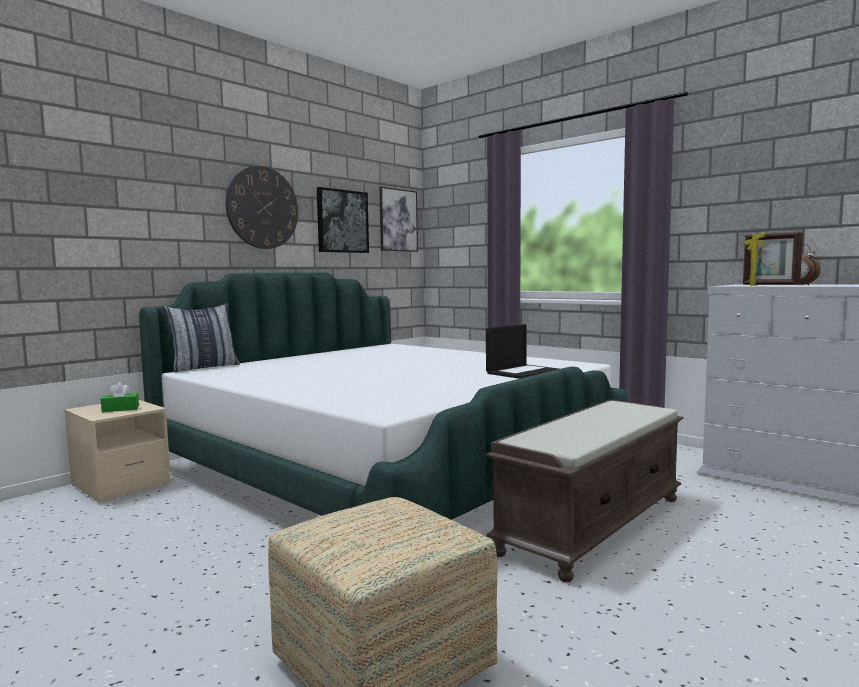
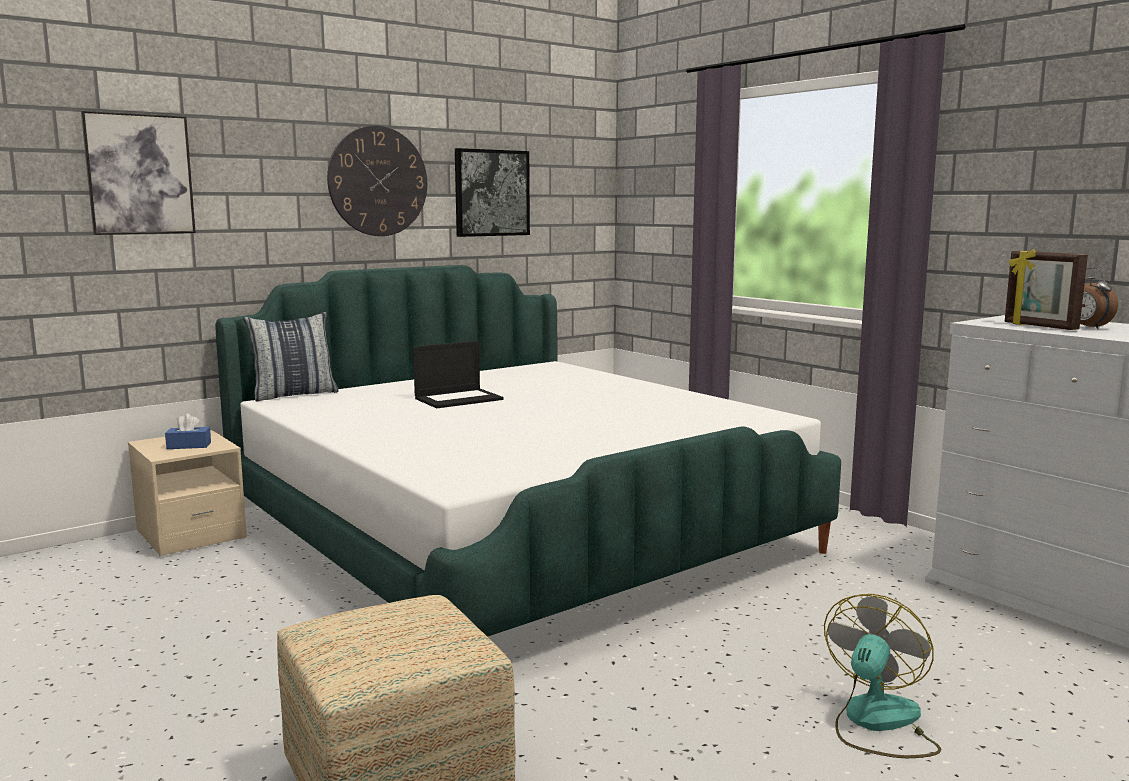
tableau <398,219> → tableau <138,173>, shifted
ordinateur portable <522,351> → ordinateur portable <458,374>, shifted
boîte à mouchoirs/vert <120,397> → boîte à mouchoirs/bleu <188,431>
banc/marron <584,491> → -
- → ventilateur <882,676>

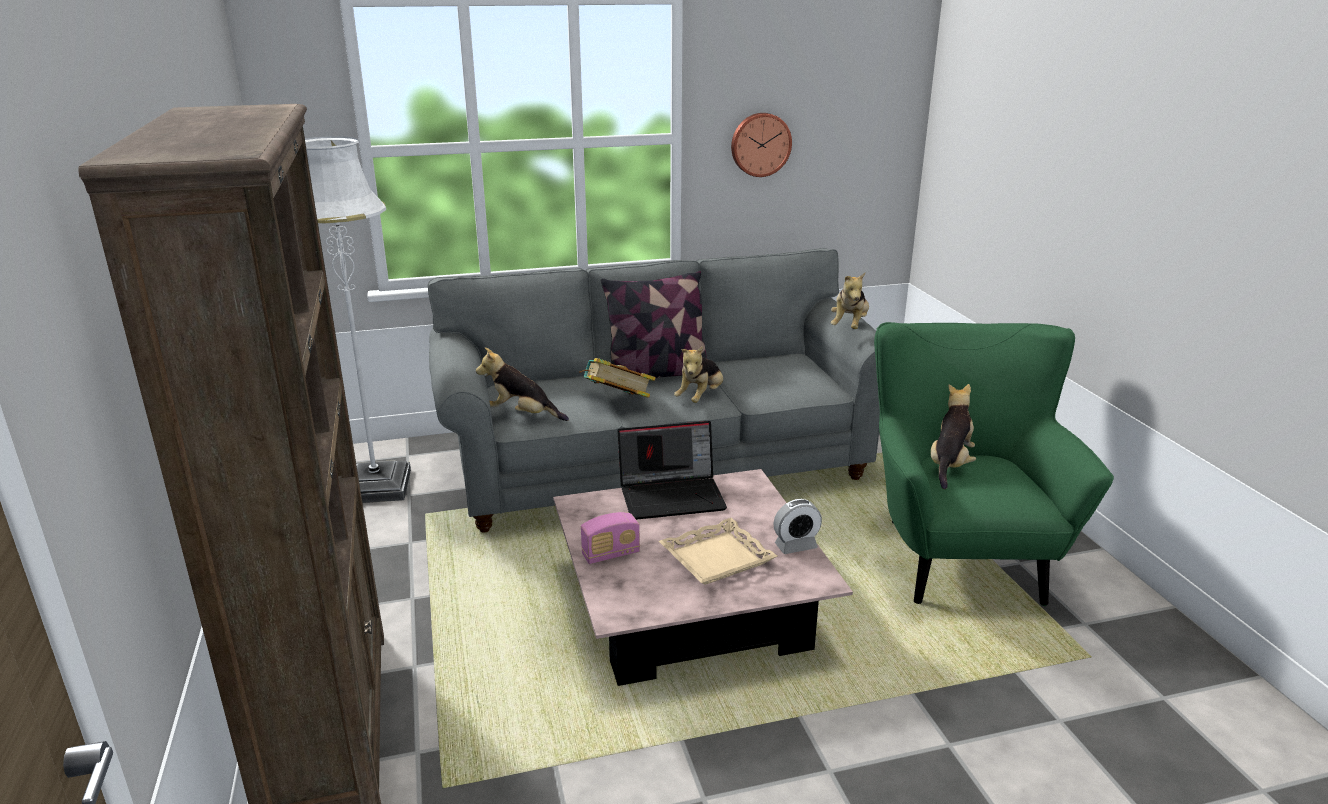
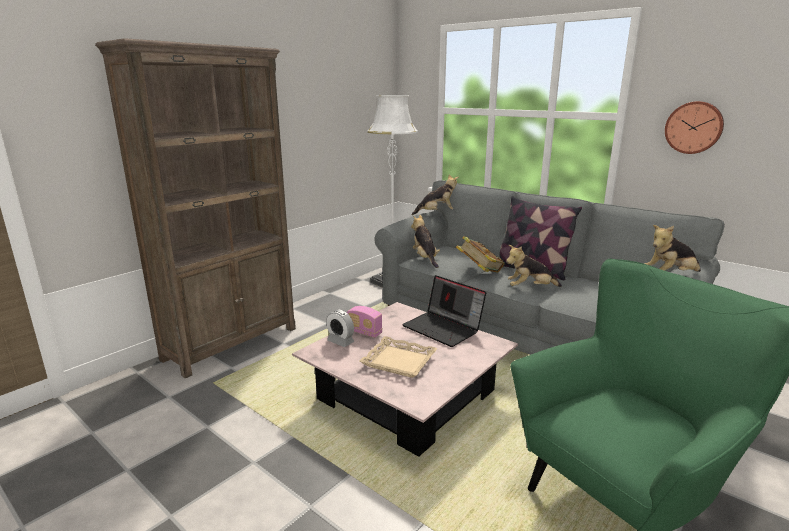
peluche <953,436> → peluche <435,194>, shifted
réveil <797,526> → réveil <340,328>, shifted

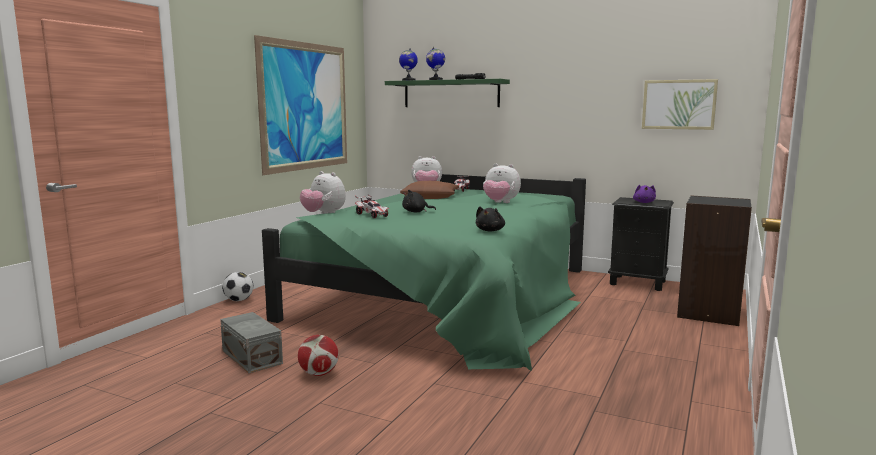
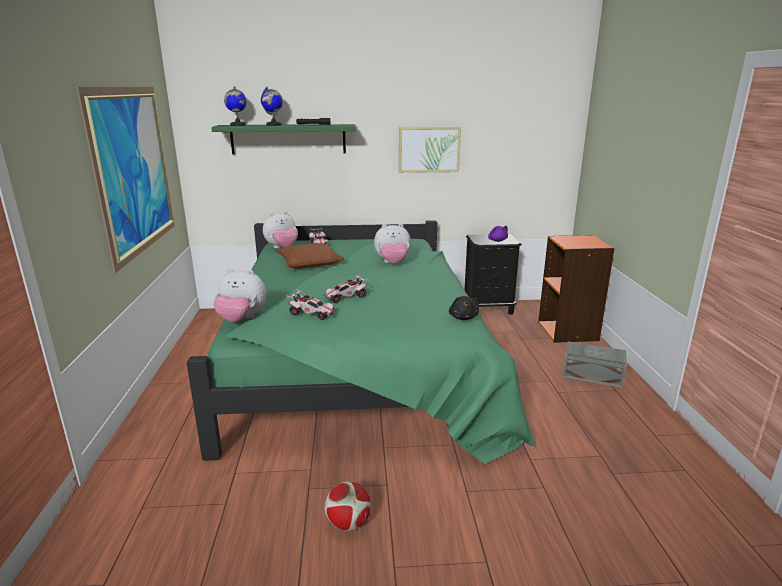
tableau <680,104> → tableau <430,150>, shifted
peluche/noir <419,201> → petite voiture <345,288>
bibliothèque/noir <714,261> → bibliothèque/orange <576,289>
ballon de foot <237,286> → -
boîte de rangement/gris <251,342> → boîte de rangement/gris <595,364>, shifted

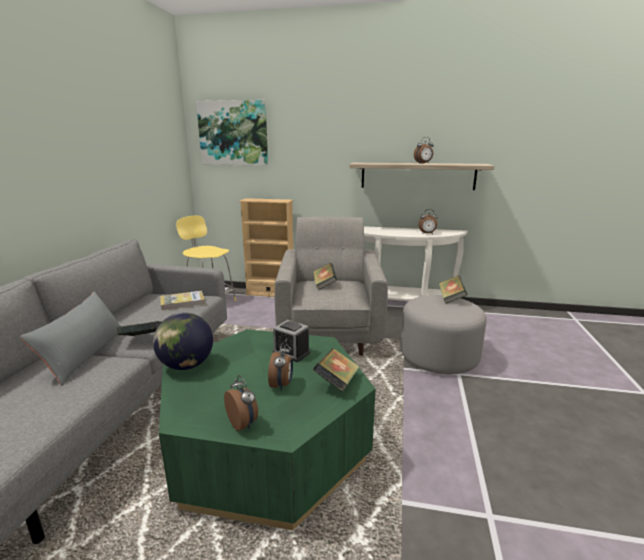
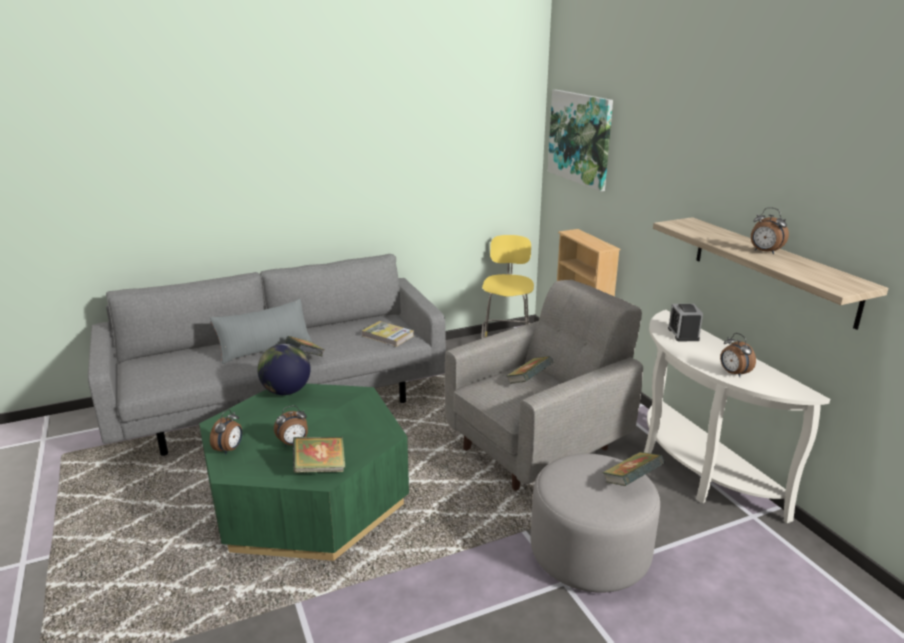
réveil <291,341> → réveil <685,322>, shifted

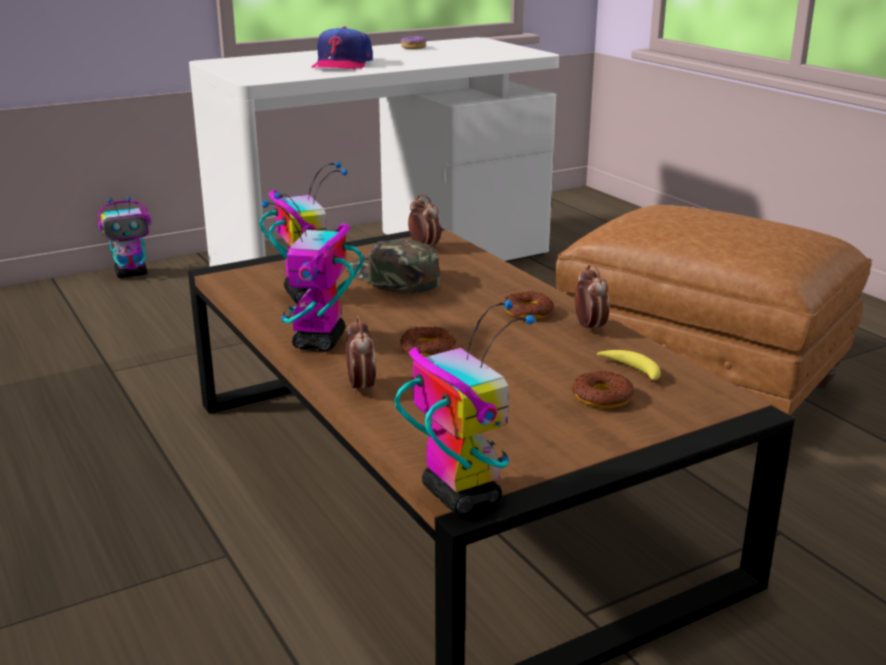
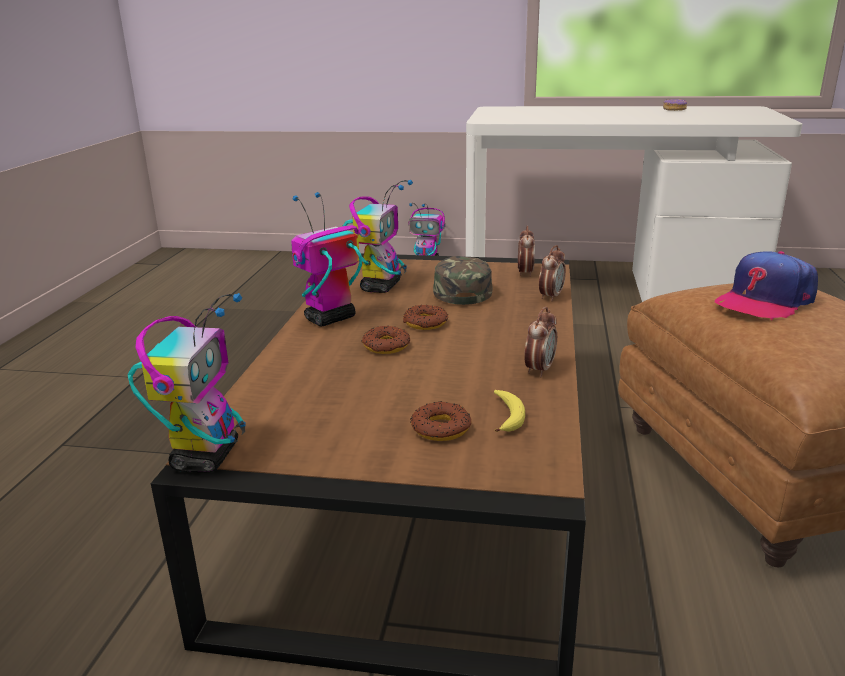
casquette <342,48> → casquette <766,285>, shifted
beignet <528,305> → beignet <425,317>, shifted
réveil <361,355> → réveil <552,273>, shifted

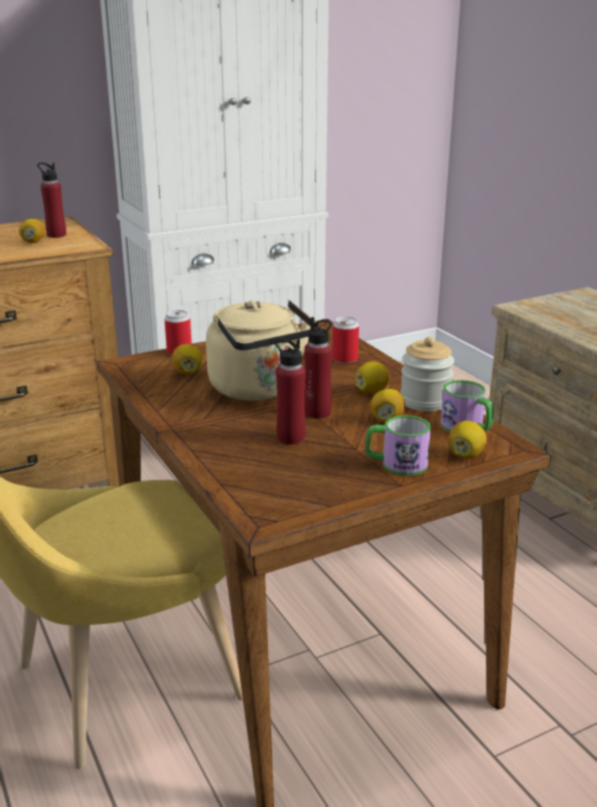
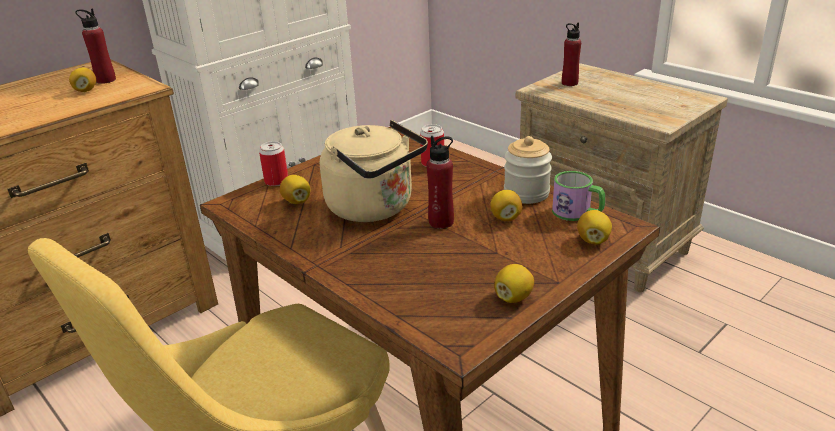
bouteille/rouge <290,391> → bouteille/rouge <571,54>, shifted
citron <372,377> → citron <514,283>, shifted
mug <398,445> → -

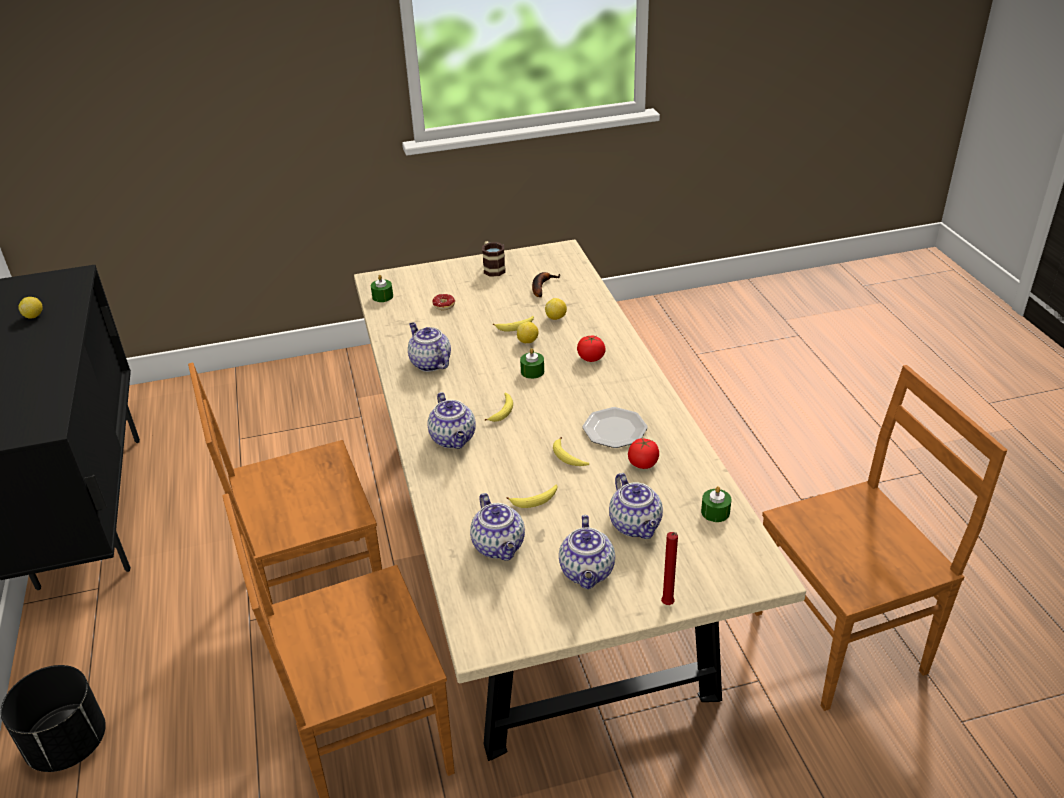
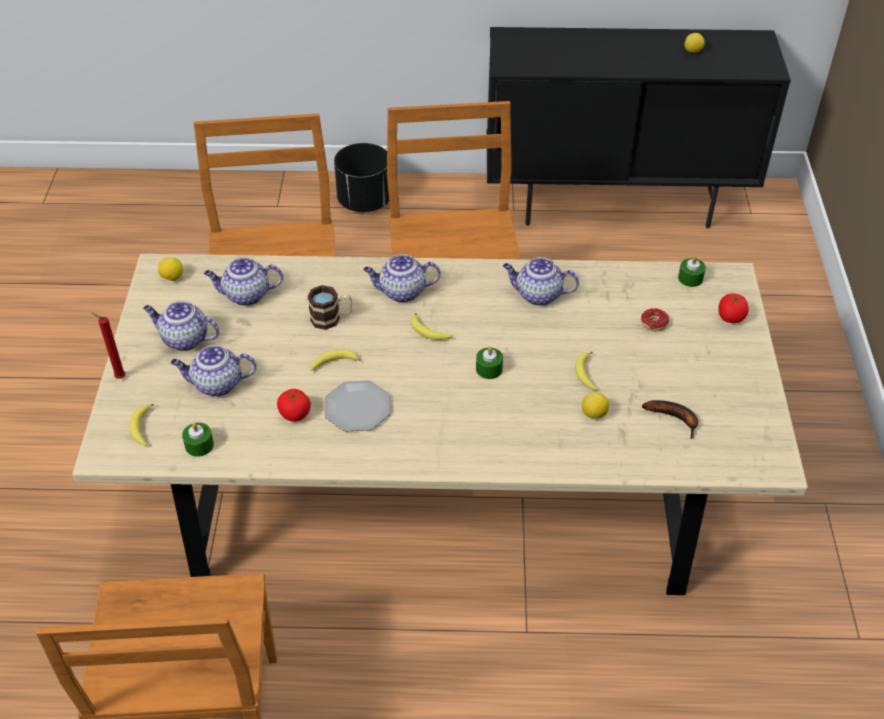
mug <494,259> → mug <329,307>, shifted
citron <528,332> → citron <170,269>, shifted
théière <429,347> → théière <541,281>, 150 degrees counterclockwise
tomate <591,349> → tomate <733,308>, shifted
banane <531,496> → banane <142,425>, shifted

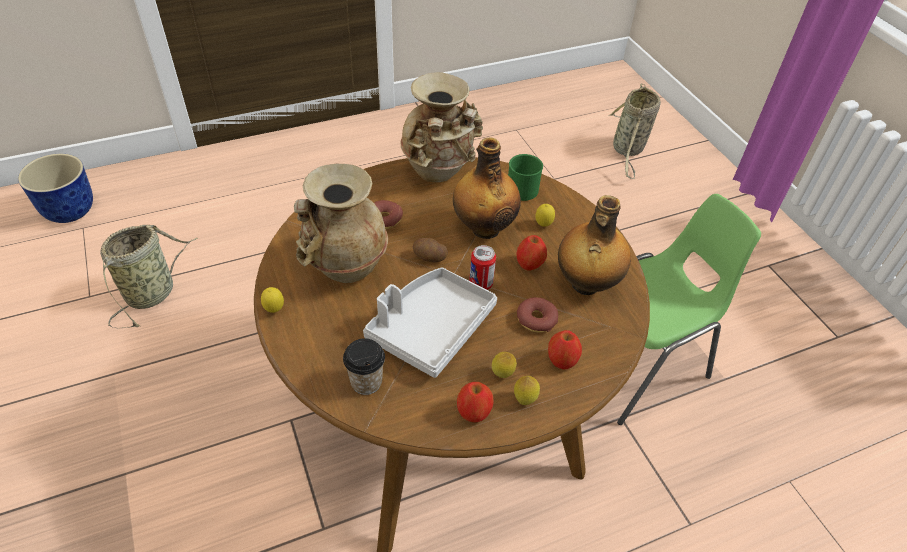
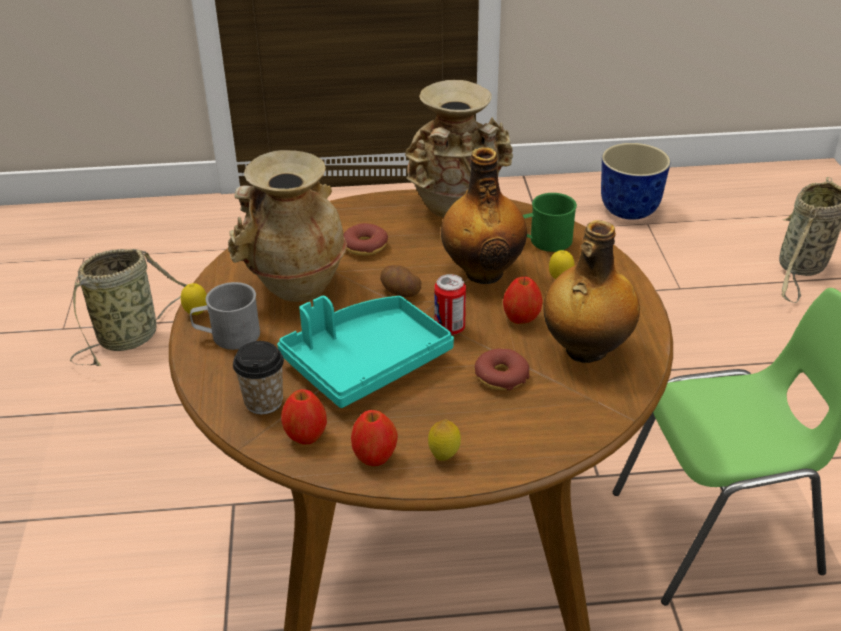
cache-pot <55,188> → cache-pot <636,181>, shifted
plateau/gris <430,322> → plateau/turquoise <365,352>
pomme <565,350> → pomme <304,416>, shifted
citron <504,365> → -
- → mug/gris <225,316>

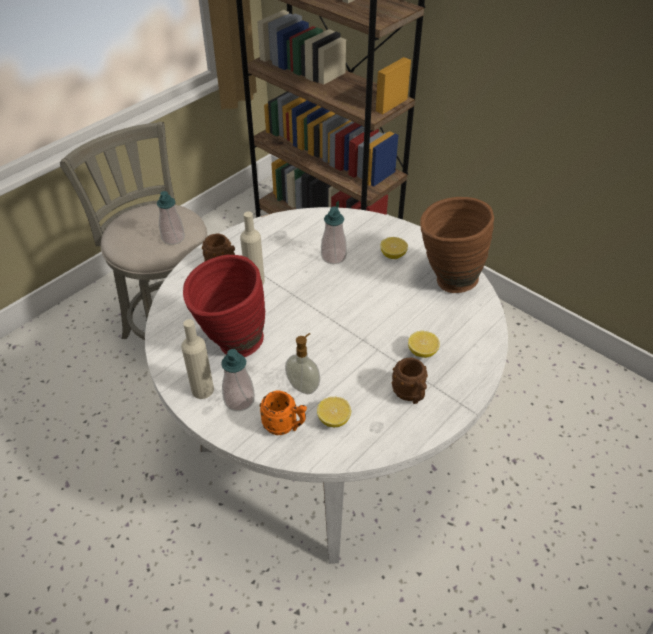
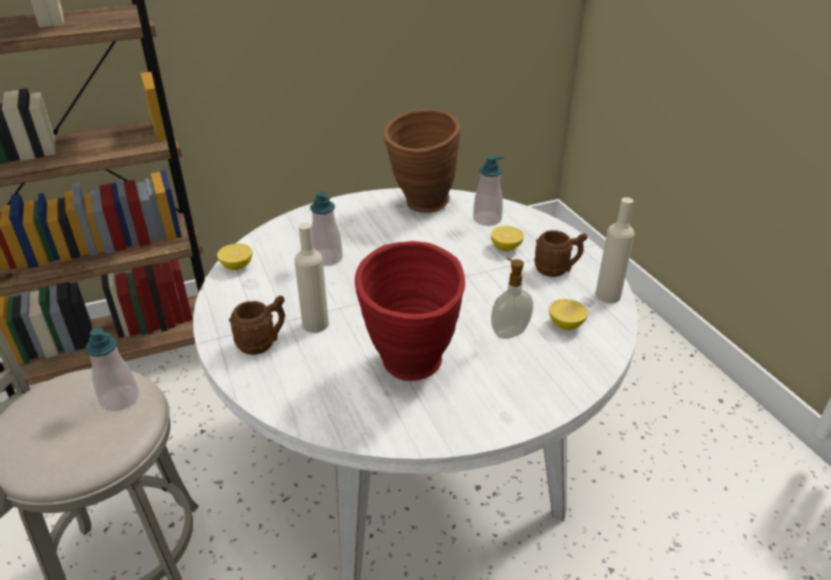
citron <394,248> → citron <235,256>, shifted
bouteille/beige <197,359> → bouteille/beige <615,250>, shifted
distributeur de savon <238,380> → distributeur de savon <488,191>, shifted
mug/orange <283,412> → -

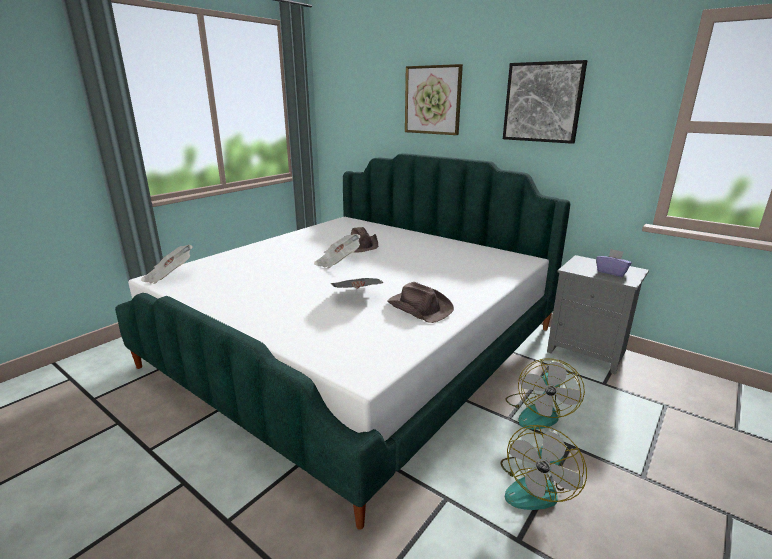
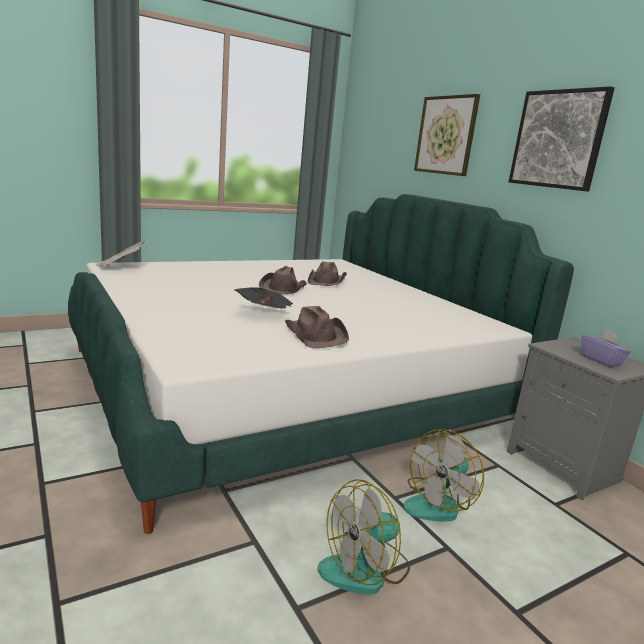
journal <337,251> → chapeau/marron <283,280>

